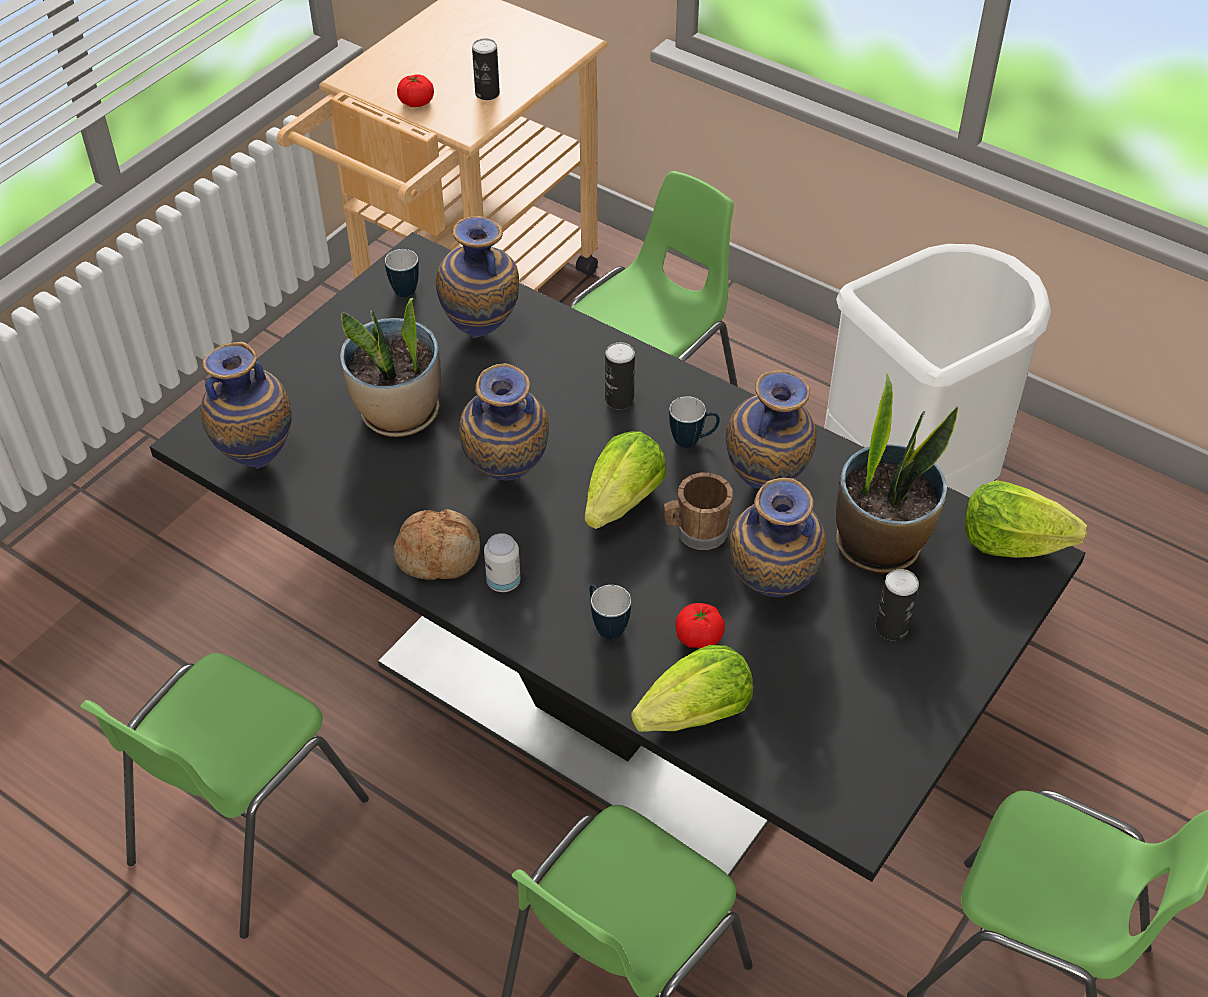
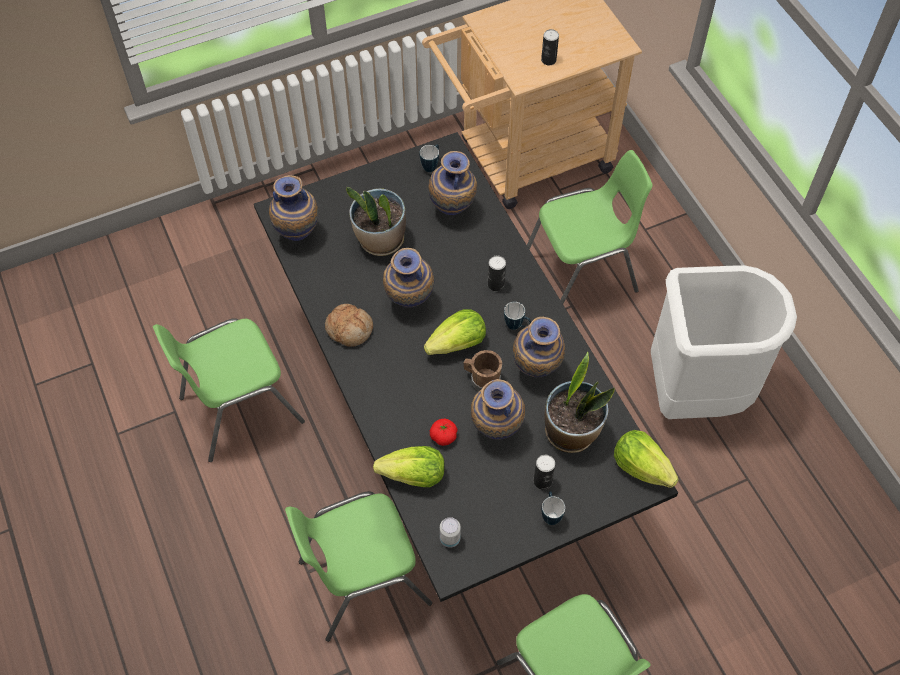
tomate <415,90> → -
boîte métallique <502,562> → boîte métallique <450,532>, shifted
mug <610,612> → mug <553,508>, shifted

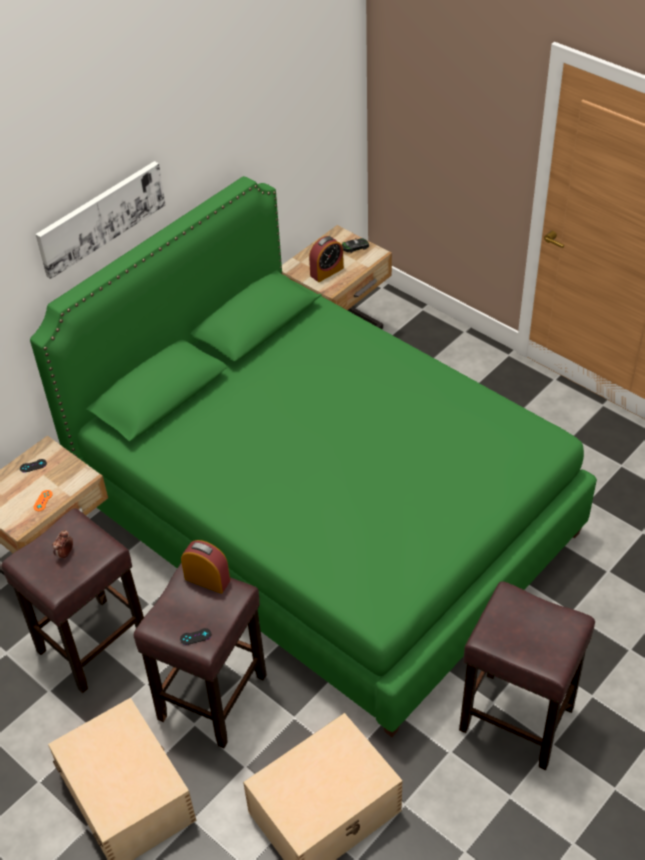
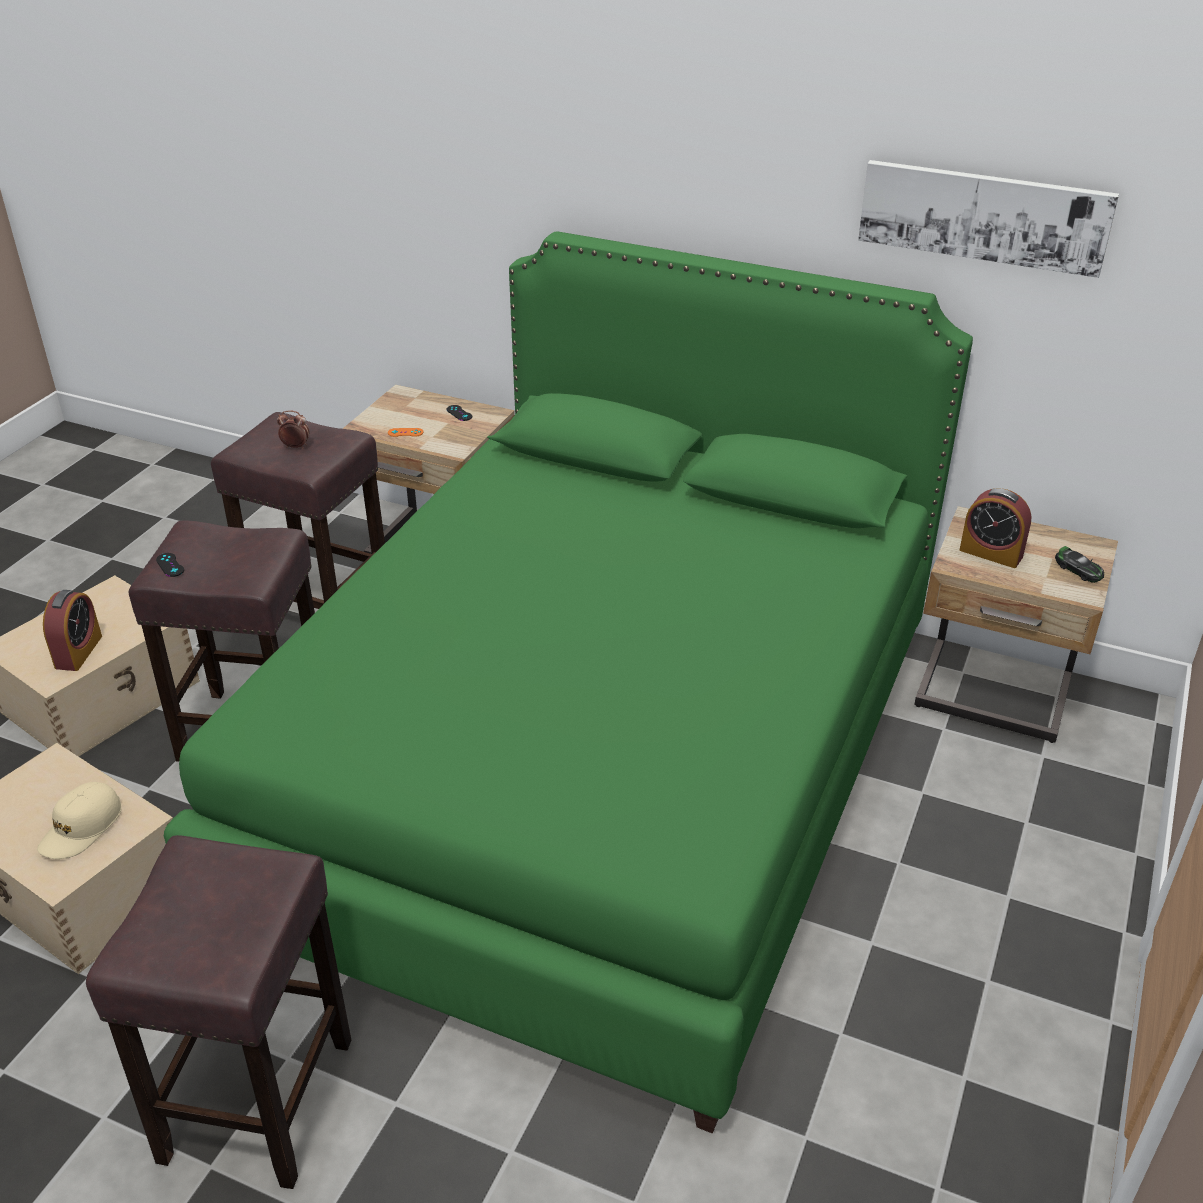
tableau <100,220> → tableau <988,219>, shifted
réveil <205,567> → réveil <72,630>, shifted
- → casquette/beige <79,820>

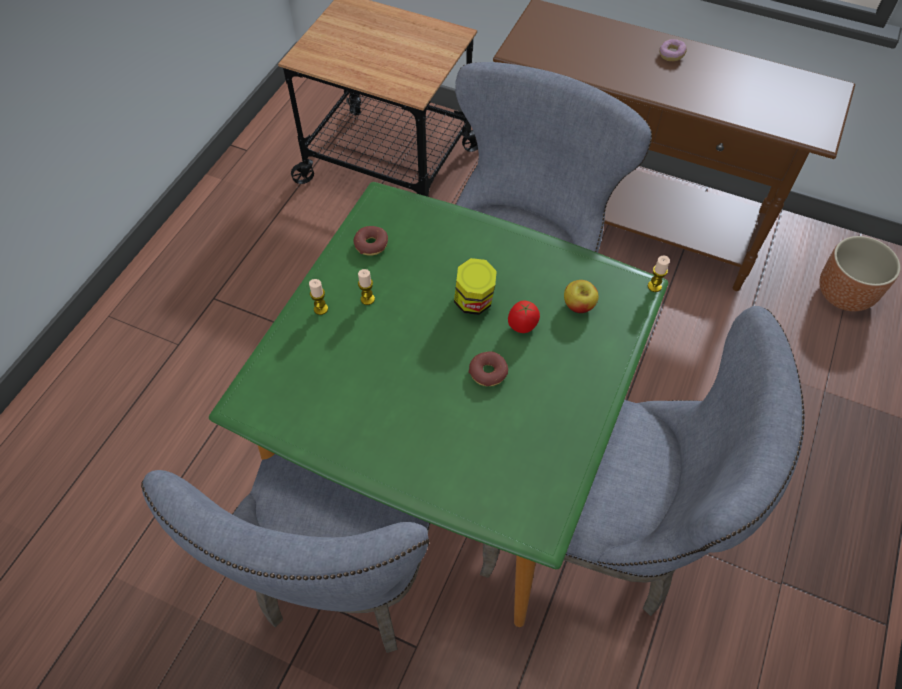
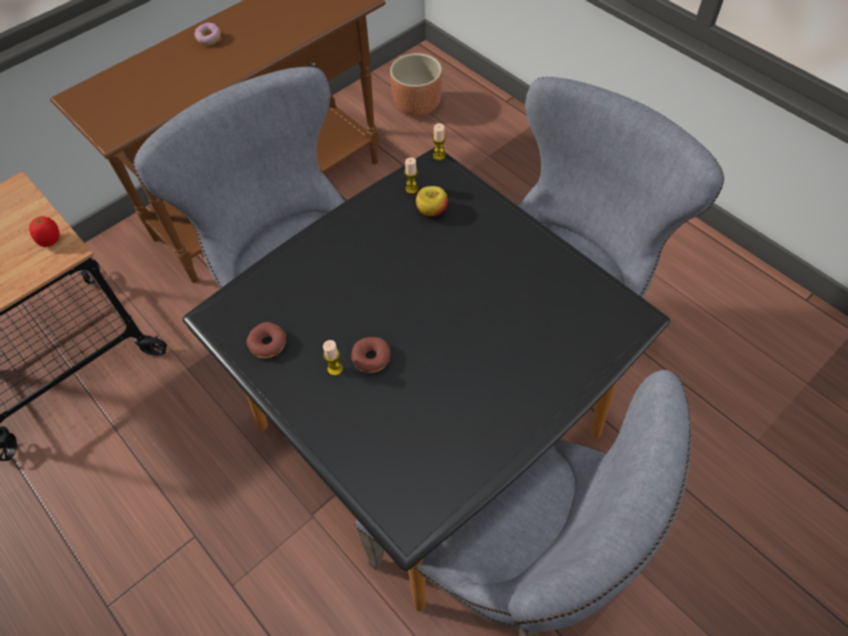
table à manger/vert <438,404> → table à manger/noir <426,379>
bocal <475,286> → -
bougie <318,297> → bougie <411,175>, shifted
tomate <524,317> → tomate <44,231>, shifted
beignet <488,368> → beignet <370,355>, shifted

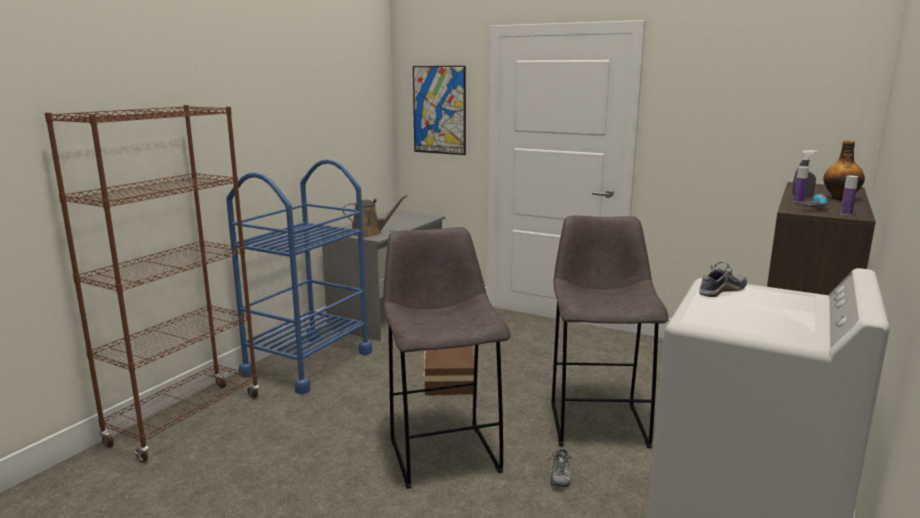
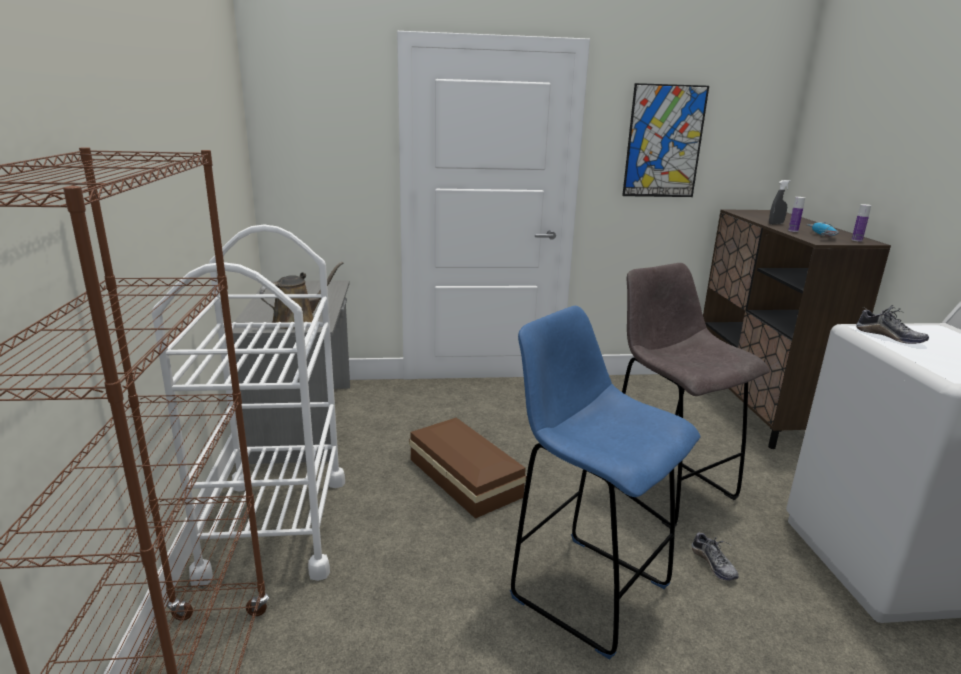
tableau <439,110> → tableau <665,140>, shifted
bouteille <844,170> → -
chariot/bleu <299,276> → chariot/blanc <248,405>
tabouret/gris <447,358> → tabouret/bleu <605,483>
chaussure <723,279> → chaussure <892,324>, 120 degrees clockwise

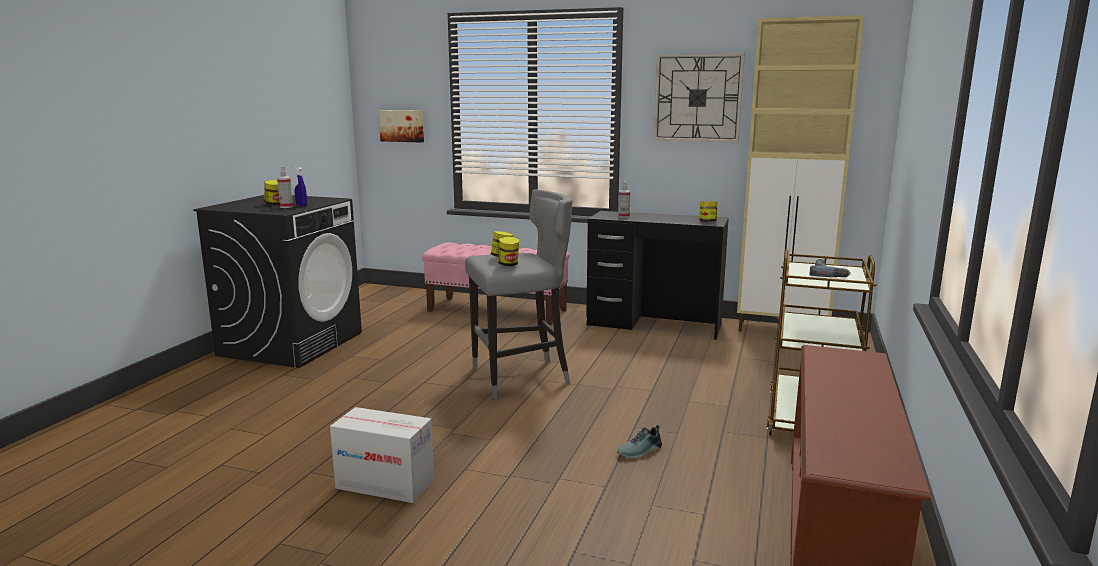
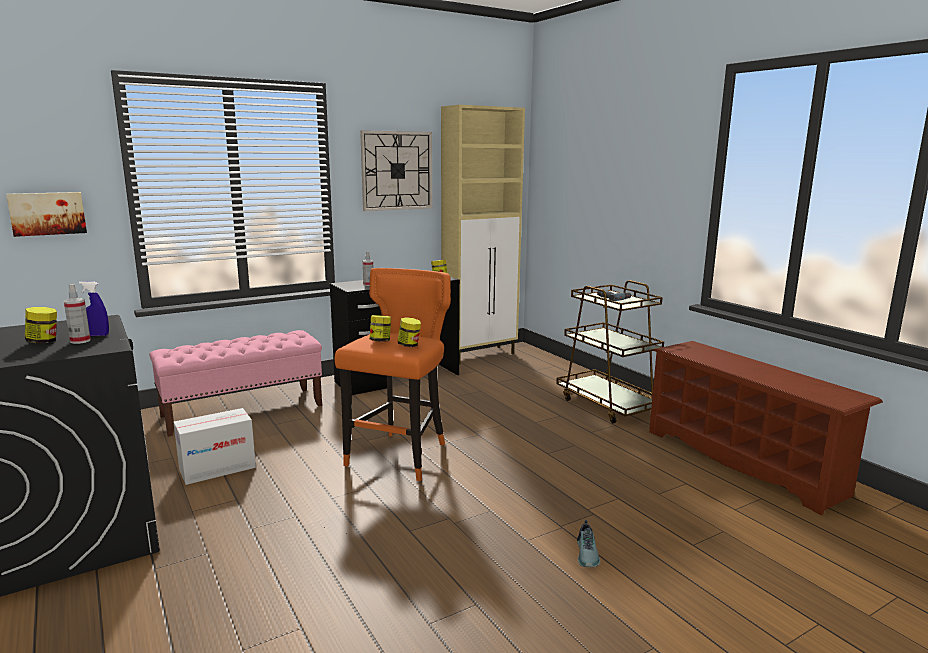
tabouret/gris <519,293> → tabouret/orange <393,374>
carton <382,455> → carton <215,446>, shifted
chaussure <639,441> → chaussure <588,543>, shifted

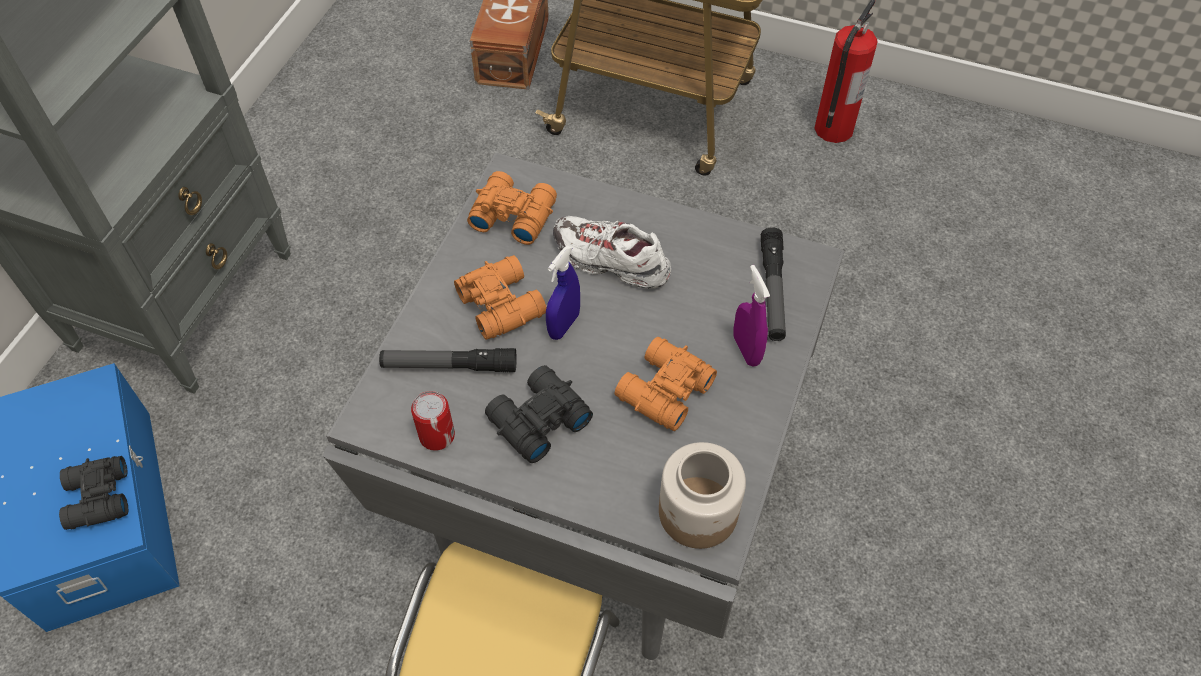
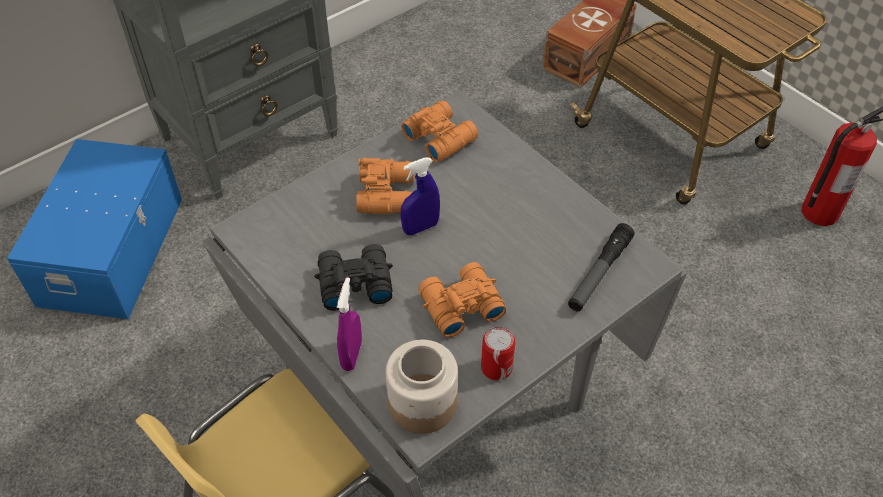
chaussure/blanc <612,252> → -
vaporisateur/violet <752,315> → vaporisateur/violet <349,324>, shifted
lampe de poche <447,360> → -
boîte métallique <433,421> → boîte métallique <498,353>, shifted
jumelles/noir <93,493> → -

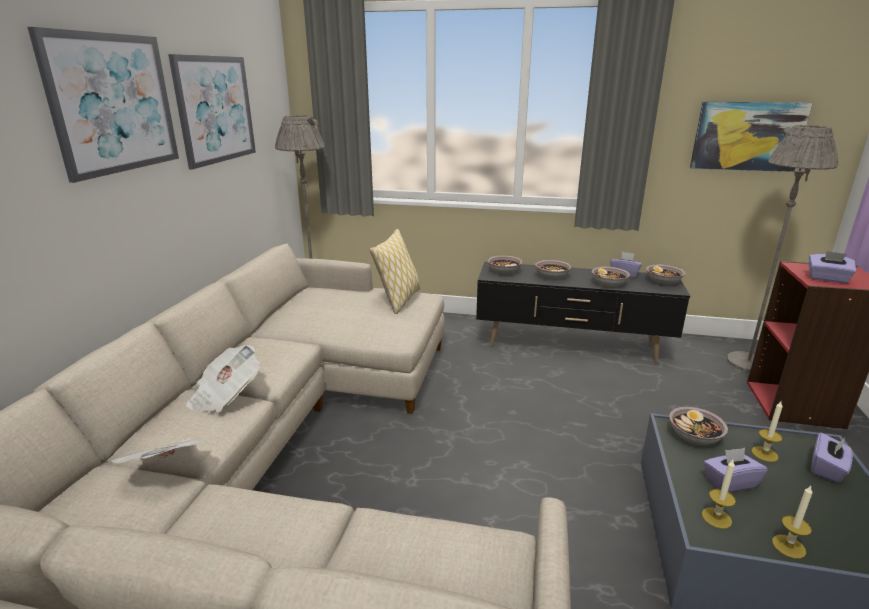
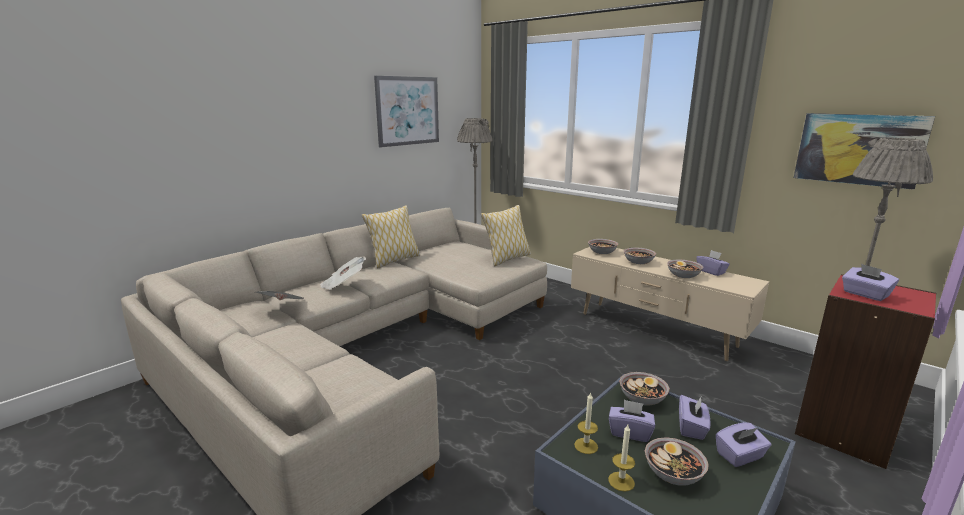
tableau <103,105> → -
meuble télé/noir <583,312> → meuble télé/beige <670,304>
bol <665,274> → bol <677,461>, shifted
bougie <767,431> → boîte à mouchoirs/violet <695,417>
- → coussin <391,236>

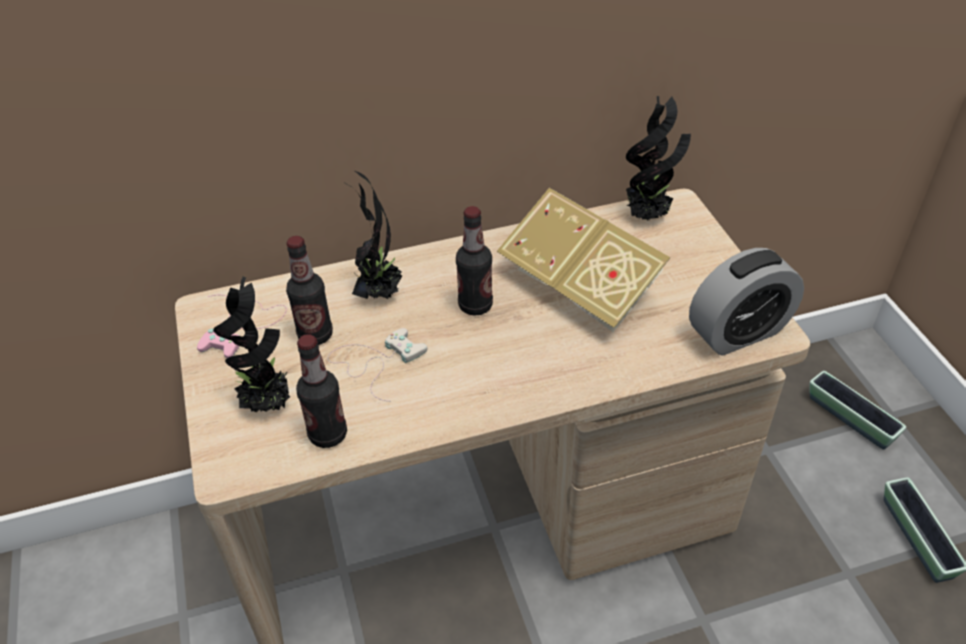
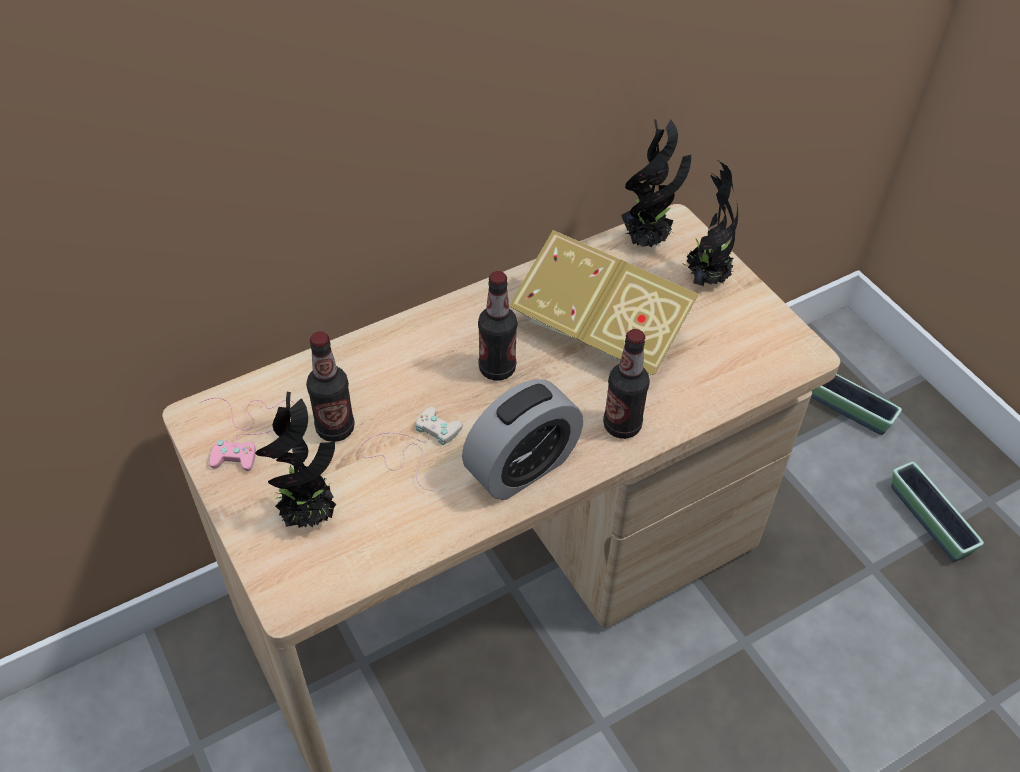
plante en pot <373,235> → plante en pot <711,223>, shifted
réveil <746,302> → réveil <522,439>, shifted
bouteille <321,391> → bouteille <626,384>, shifted

